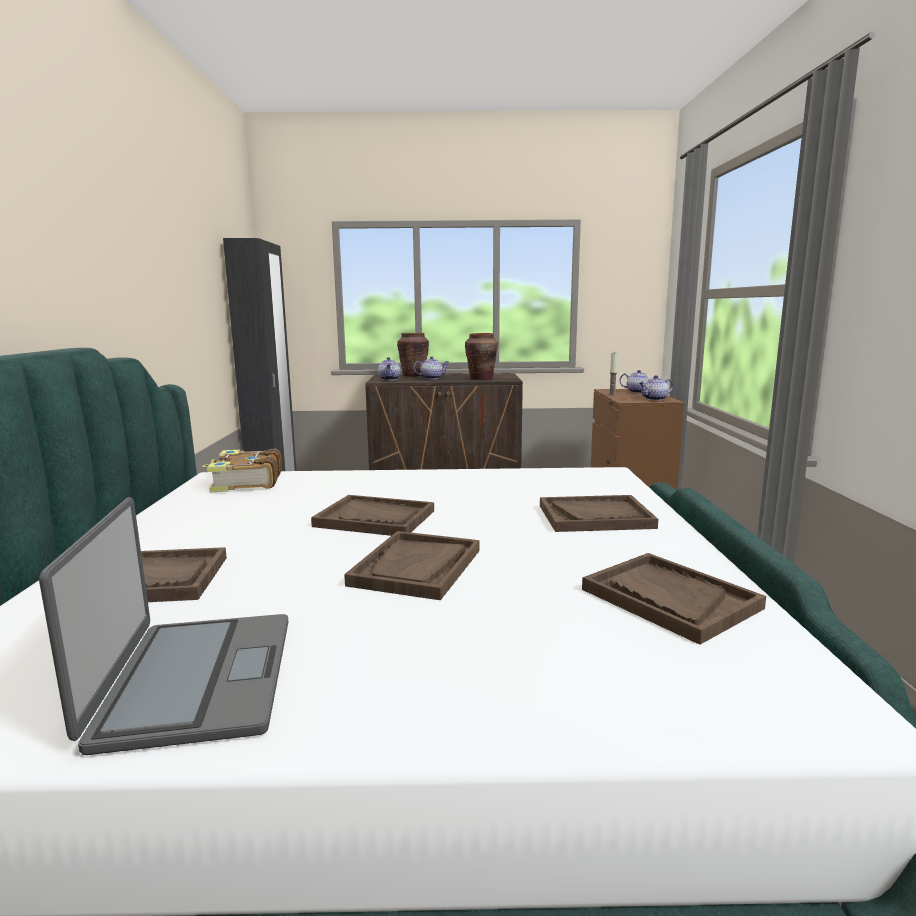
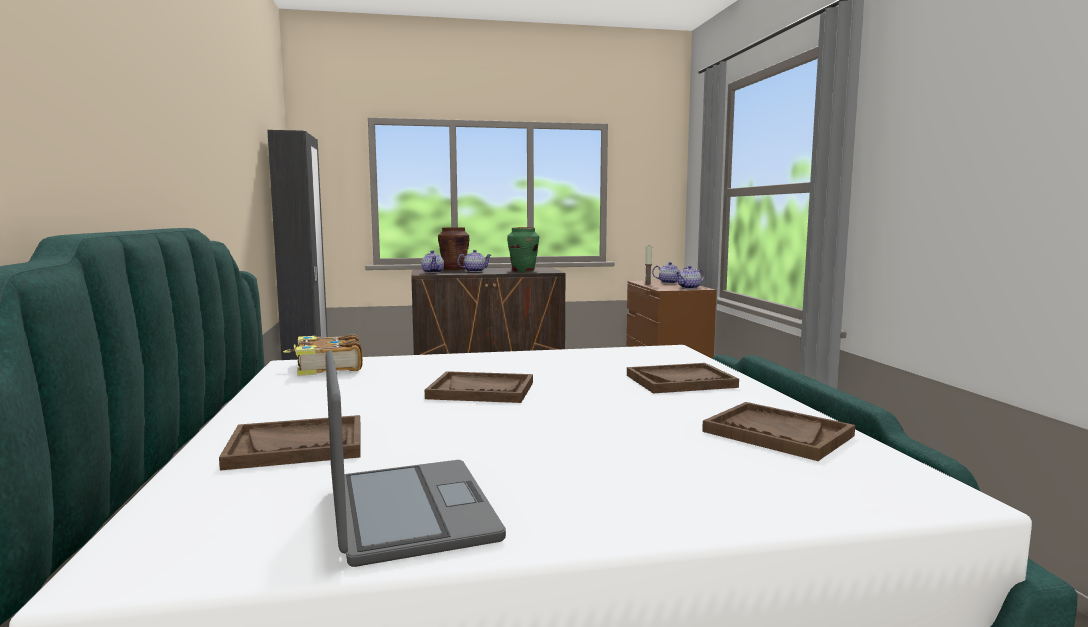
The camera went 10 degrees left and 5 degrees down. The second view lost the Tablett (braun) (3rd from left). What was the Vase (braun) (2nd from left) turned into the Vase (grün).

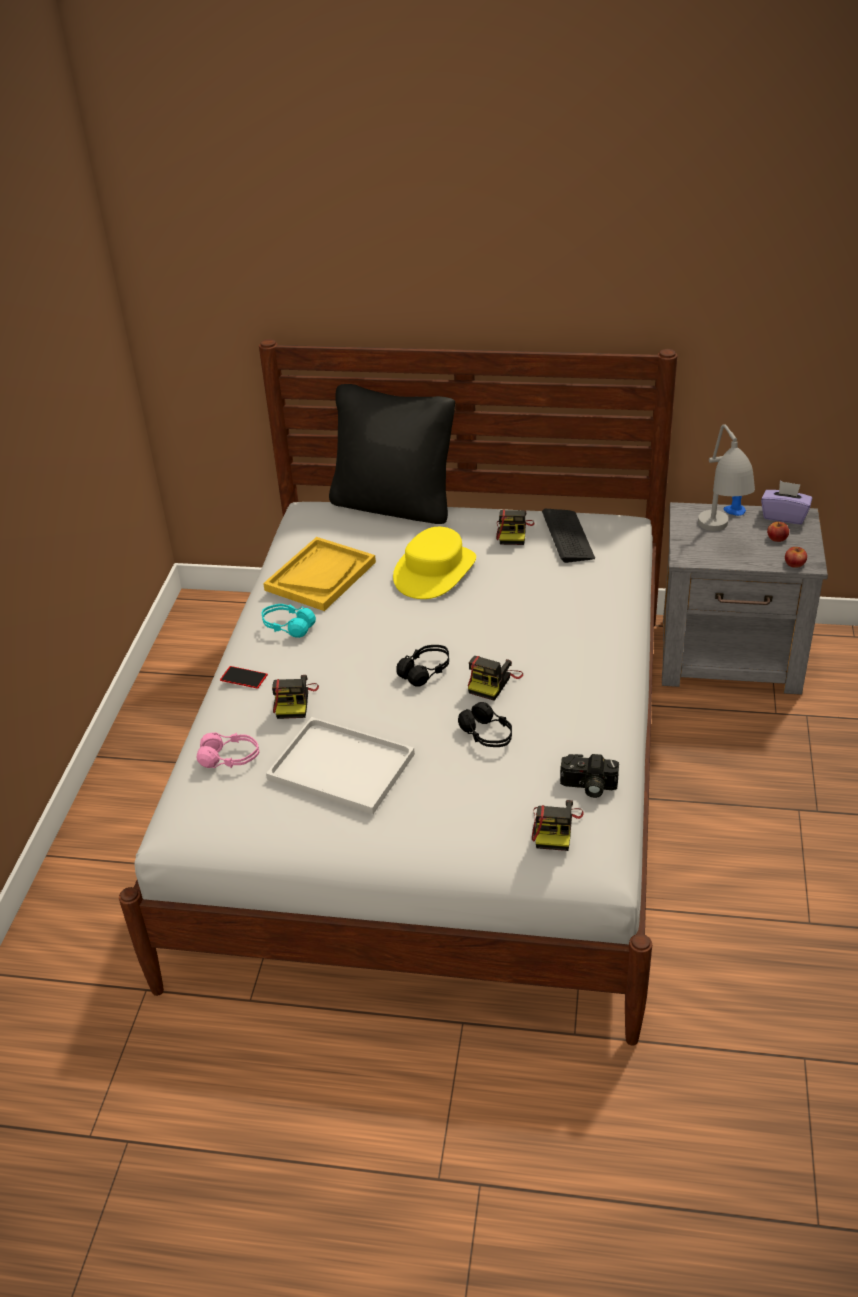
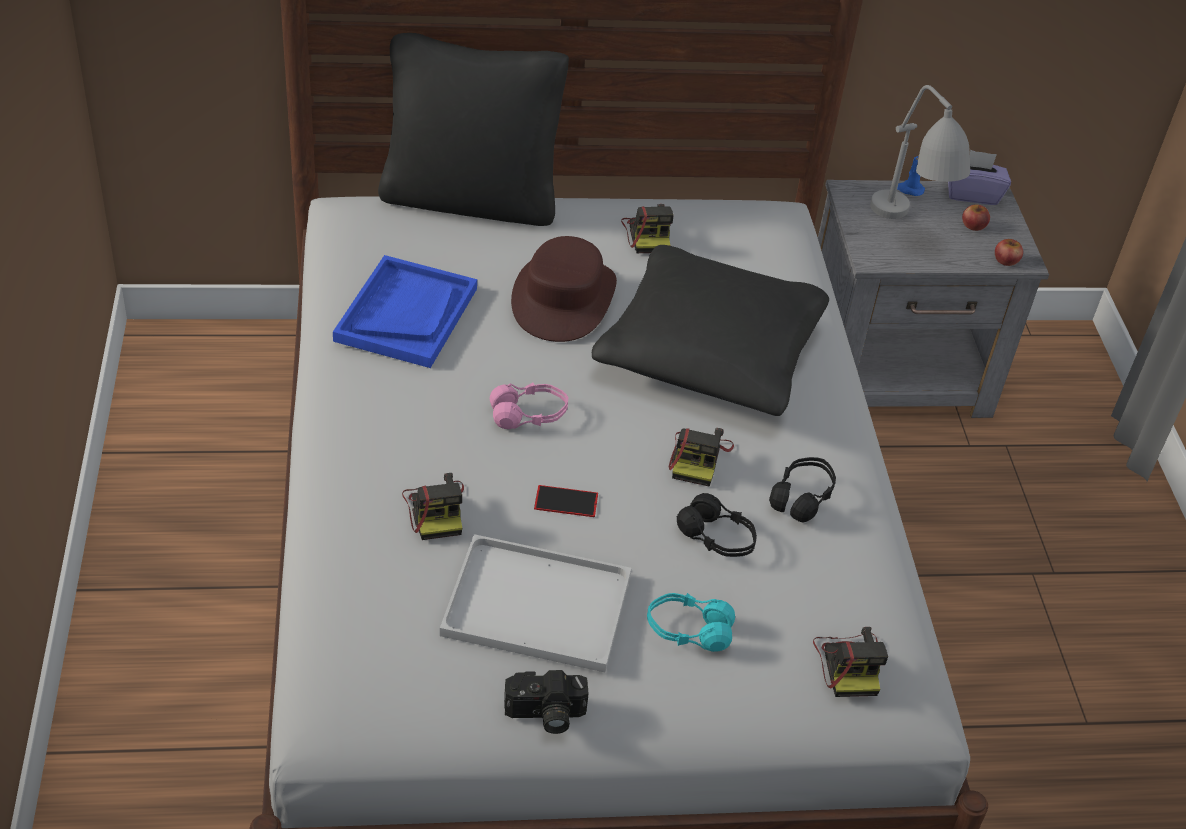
The camera went 20 degrees left and 5 degrees up. The Kopfhörer (rosa) ended up elsewhere. The Handy ended up elsewhere. The Kopfhörer (türkis) ended up elsewhere. What was the Tablett (gelb) turned into the Tablett (blau). What was the Hut (gelb) turned into the Hut (braun). The Kopfhörer (schwarz) (1st from left in the first image) ended up elsewhere. The second view lost the Tastatur. The Kamera (5th from left in the first image) ended up elsewhere. The second view gained the Kissen (schwarz) (2nd from left).

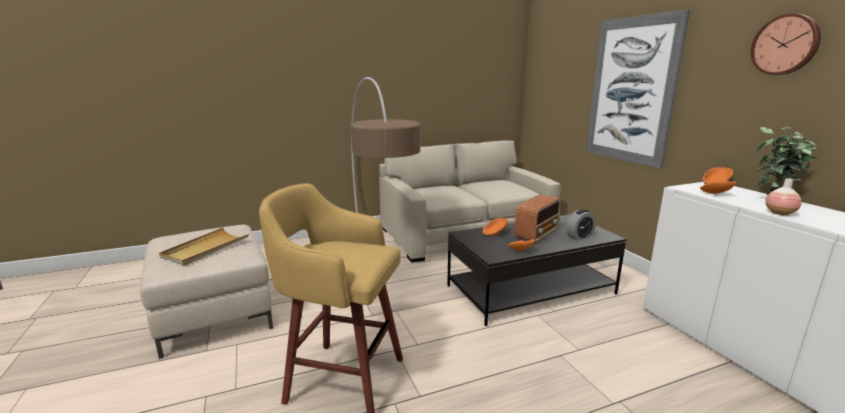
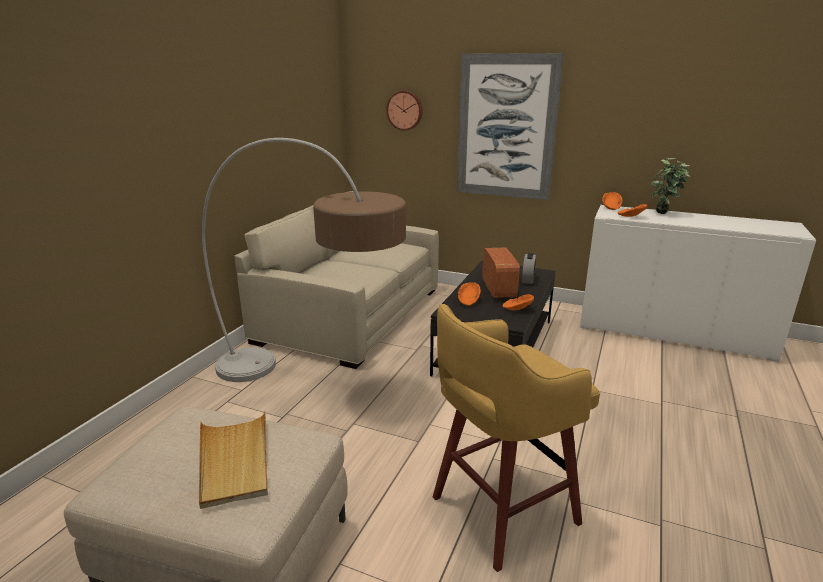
The camera went 45 degrees left and 5 degrees up. The Wanduhr ended up elsewhere. The second view lost the Vase.

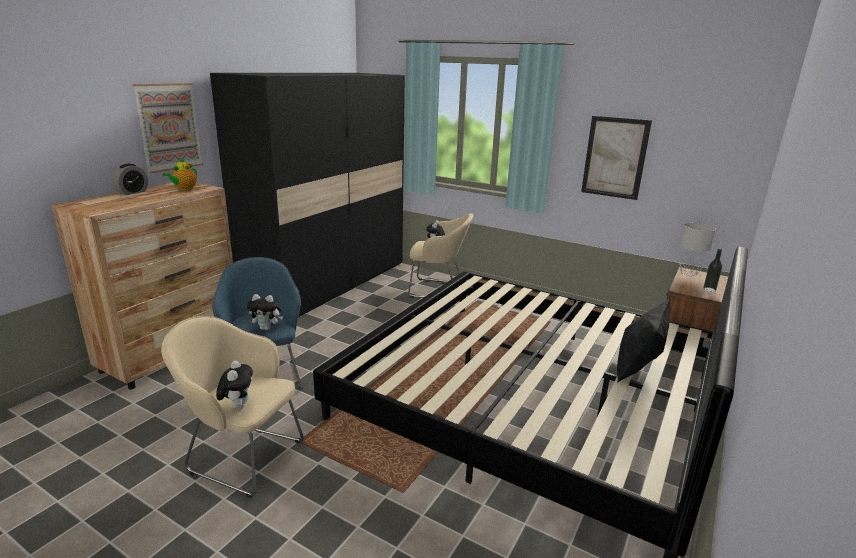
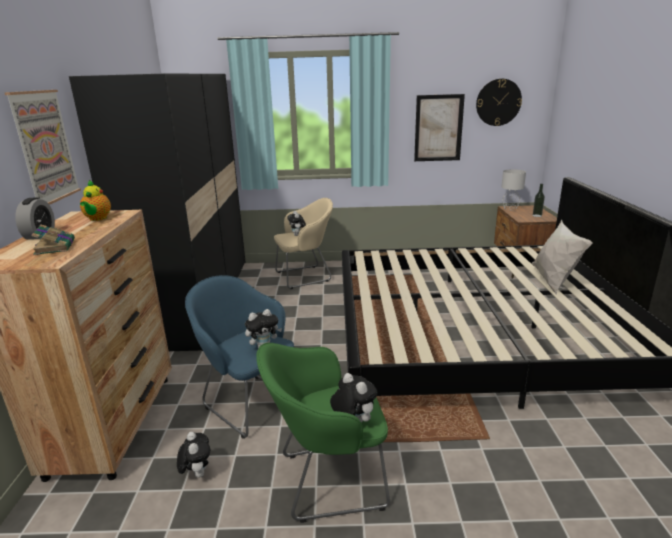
The camera went 30 degrees left and 0 degrees up. What was the Sessel (beige) (1st from left) turned into the Sessel (grün). What was the Kissen (schwarz) turned into the Kissen (weiß). The second view gained the Buch. The second view gained the Plüschtier (1st from left). The second view gained the Wanduhr.

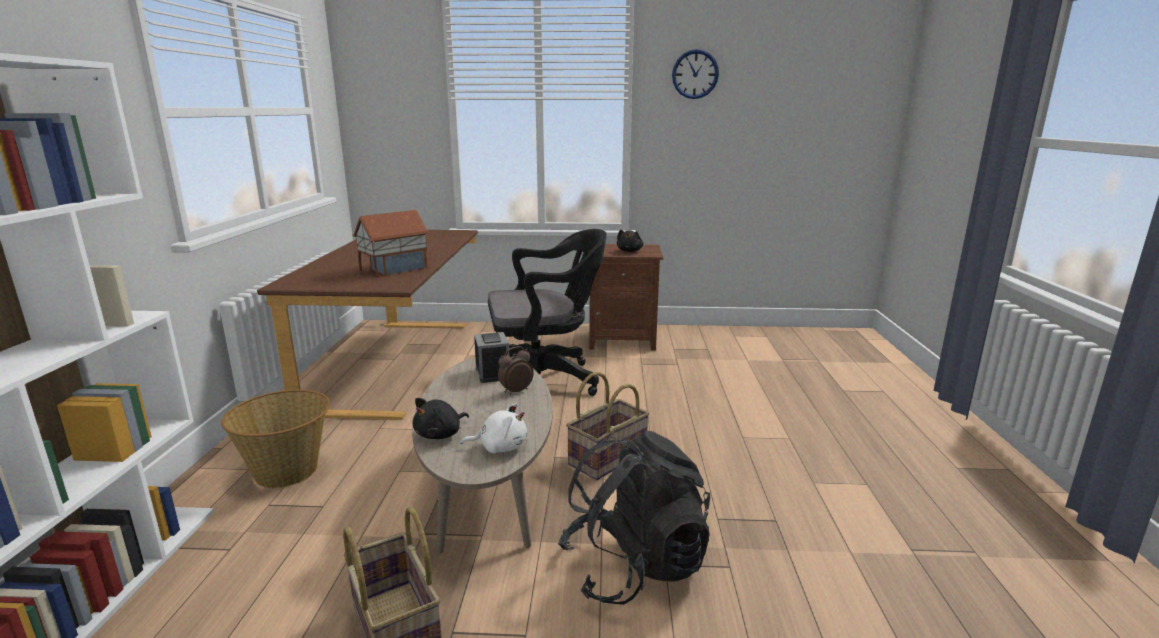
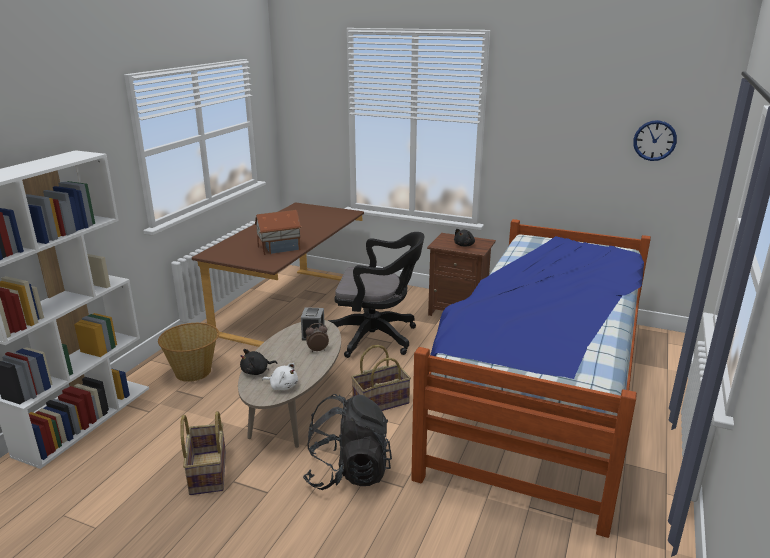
The camera went 20 degrees right and 5 degrees up. The Wanduhr ended up elsewhere. The second view gained the Bett.

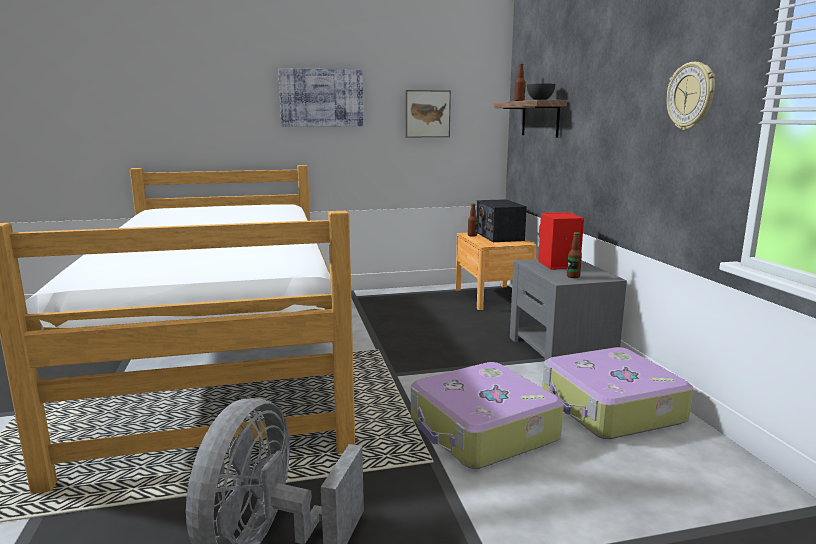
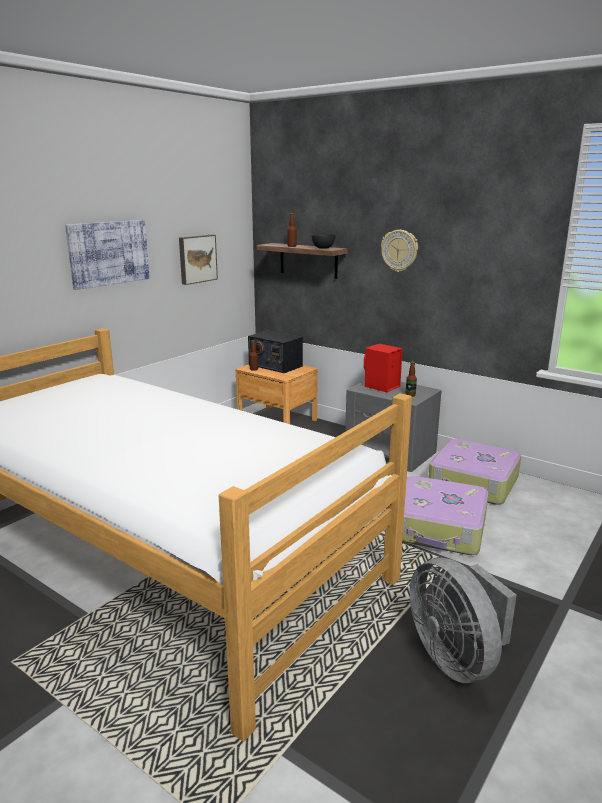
The camera went 40 degrees left and 5 degrees up. The Wanduhr ended up elsewhere.

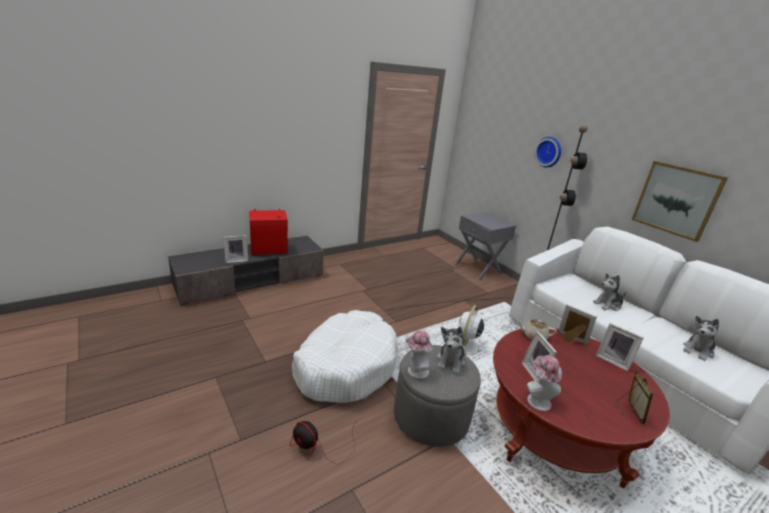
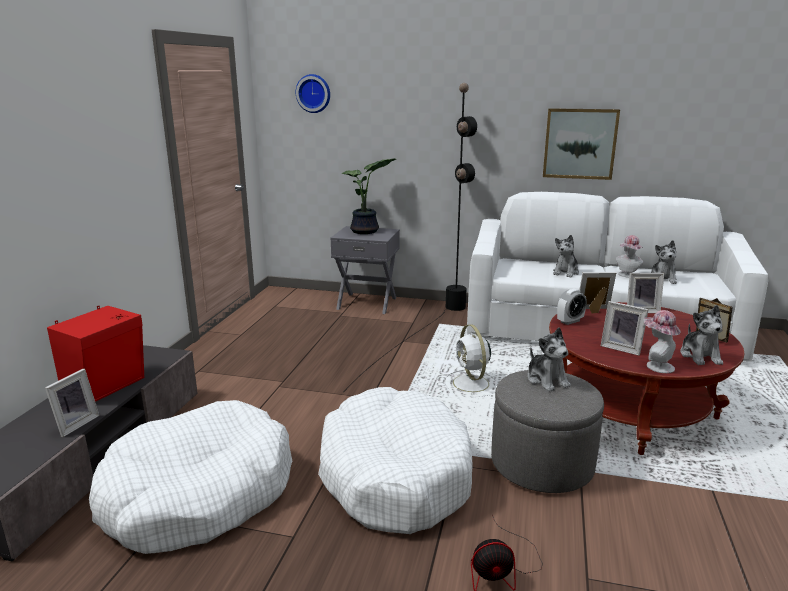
The camera went 40 degrees left and 5 degrees down. The Hut (1st from left) ended up elsewhere. Where the Teekanne (beige) stood, the Wecker came to stand. The Wanduhr ended up elsewhere. The second view gained the Hundebett (weiß) (1st from left). The second view gained the Topfpflanze. The second view gained the Plüschtier (4th from left).

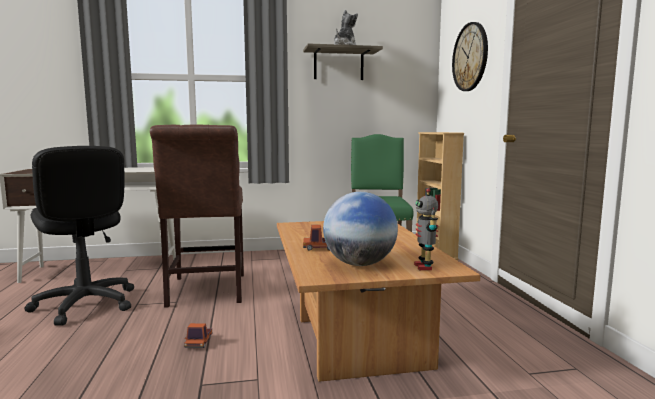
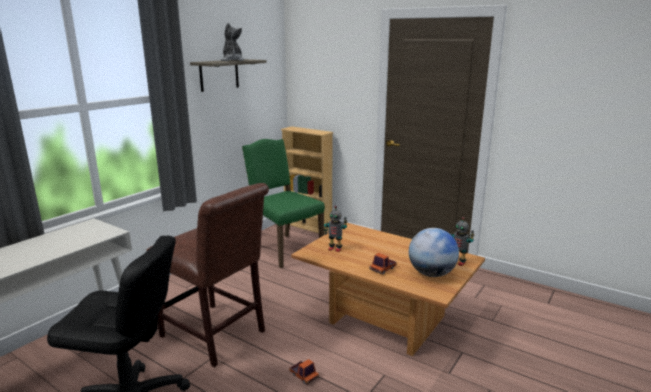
The camera went 45 degrees left and 10 degrees up. The second view lost the Wanduhr. The second view gained the Spielzeugroboter (1st from left).

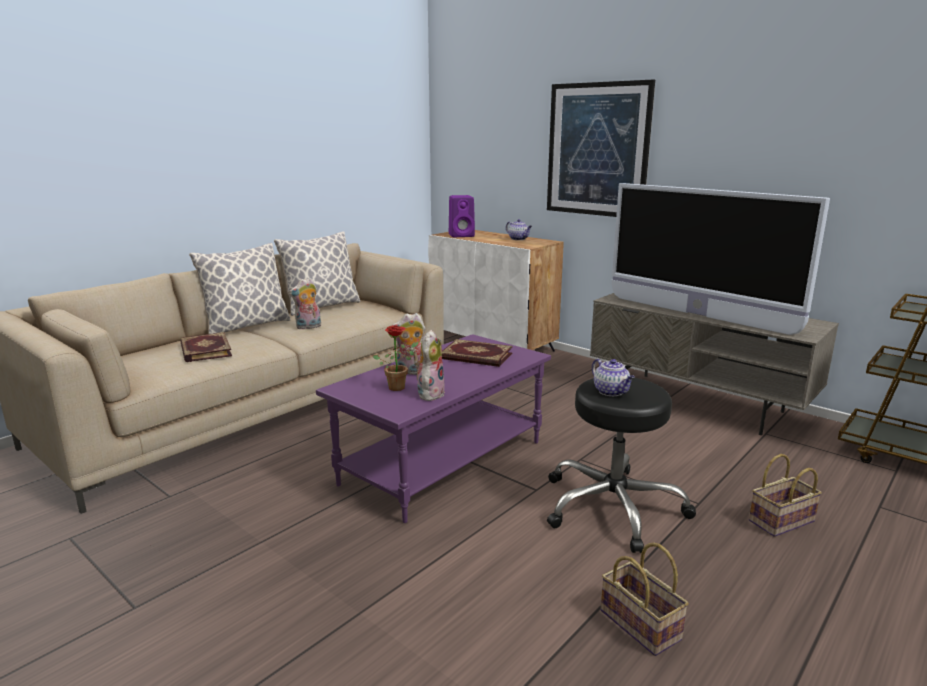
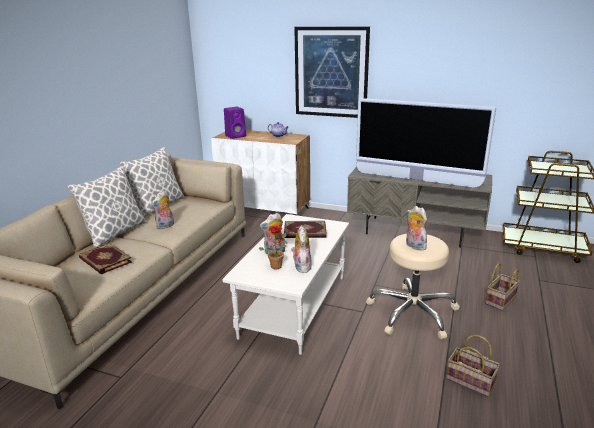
The camera went 20 degrees left and 5 degrees up. What was the Couchtisch (lila) turned into the Couchtisch (weiß). What was the Hocker (schwarz) turned into the Hocker (beige). Where the Teekanne (2nd from left) stood, the Plüschtier (4th from left) came to stand.

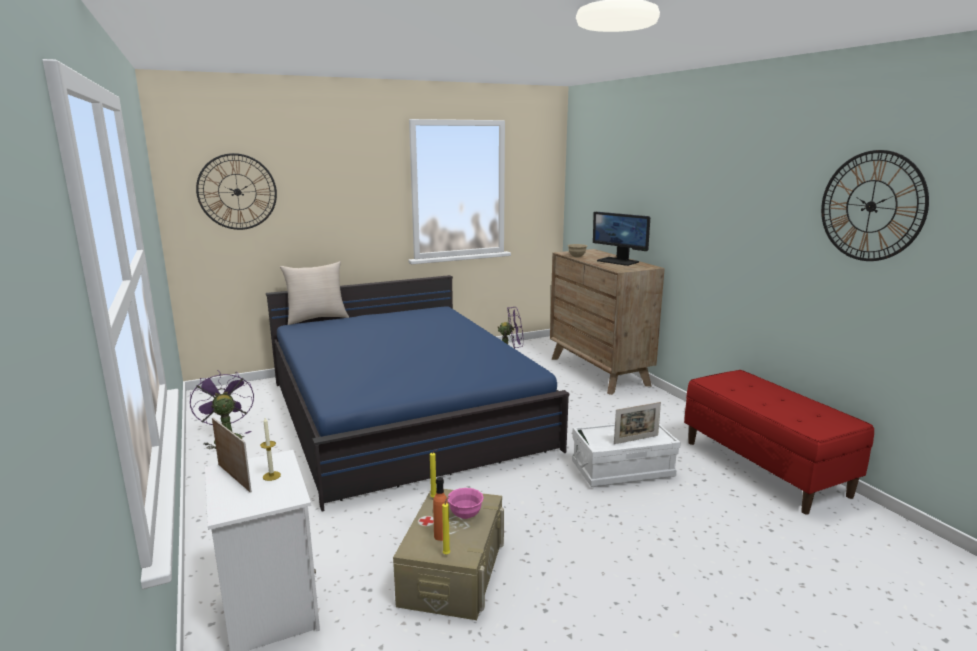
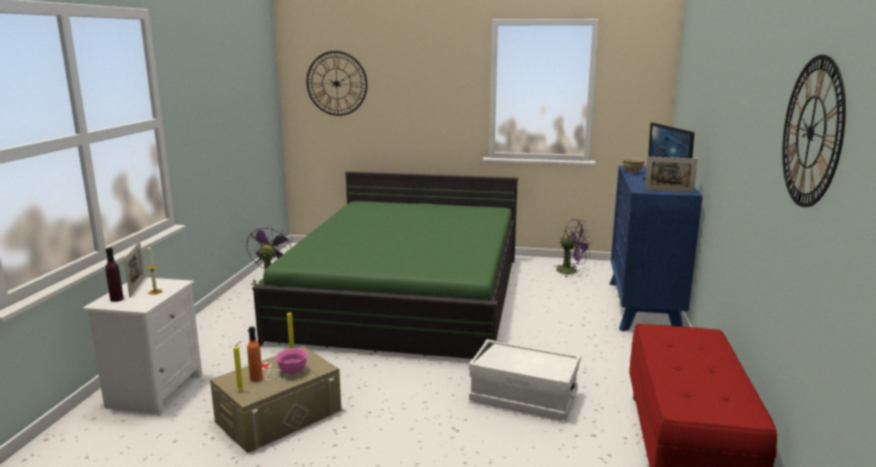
The camera went 35 degrees right and 0 degrees up. What was the Bett (blau) turned into the Bett (grün). The second view lost the Kissen (beige). What was the Kommode (braun) turned into the Kommode (blau). The Bilderrahmen (2nd from left) ended up elsewhere. The second view gained the Flasche (lila).

